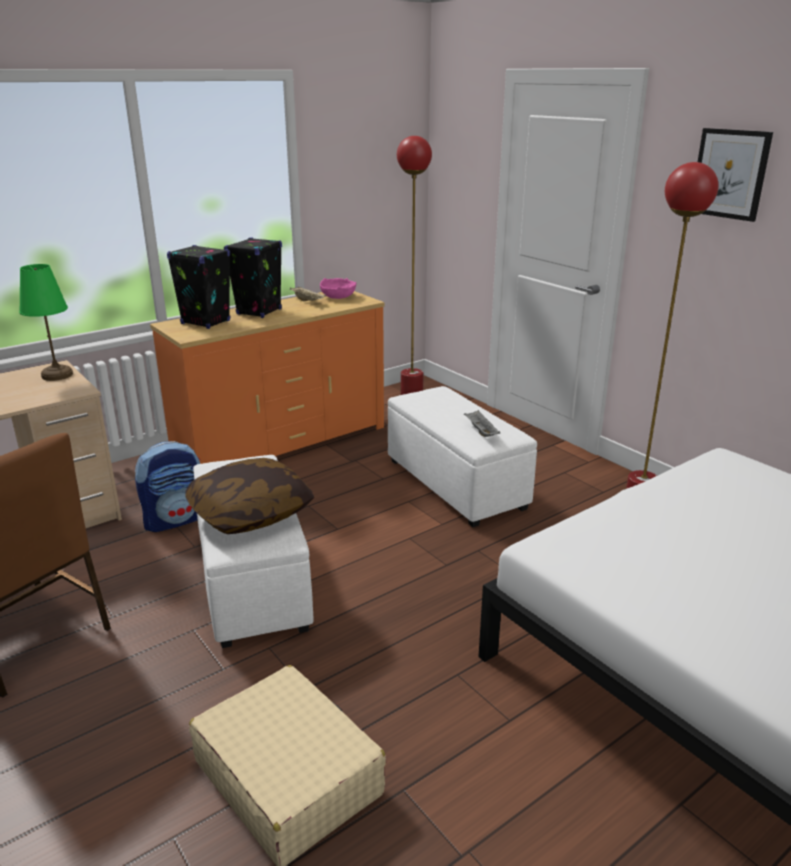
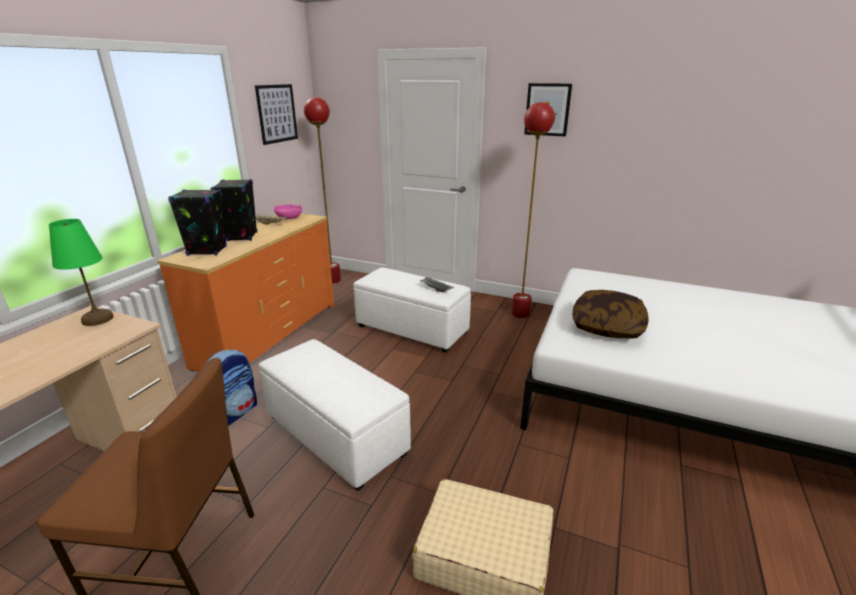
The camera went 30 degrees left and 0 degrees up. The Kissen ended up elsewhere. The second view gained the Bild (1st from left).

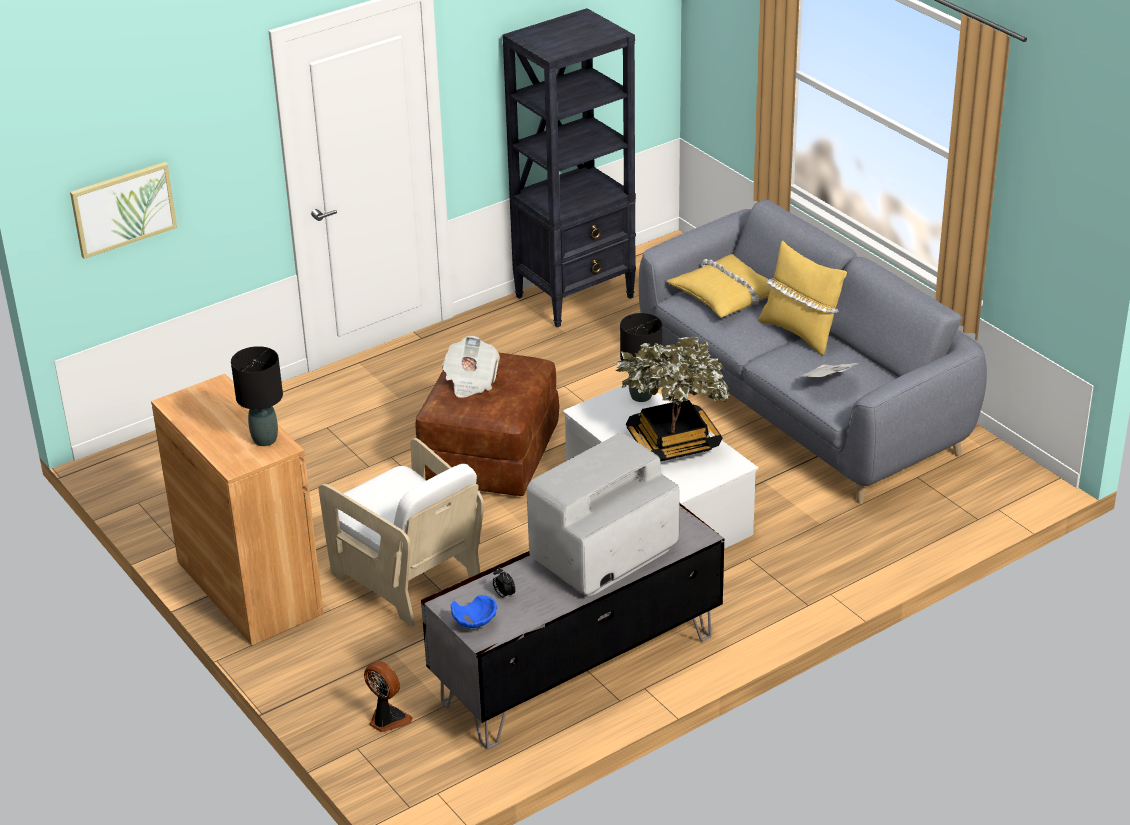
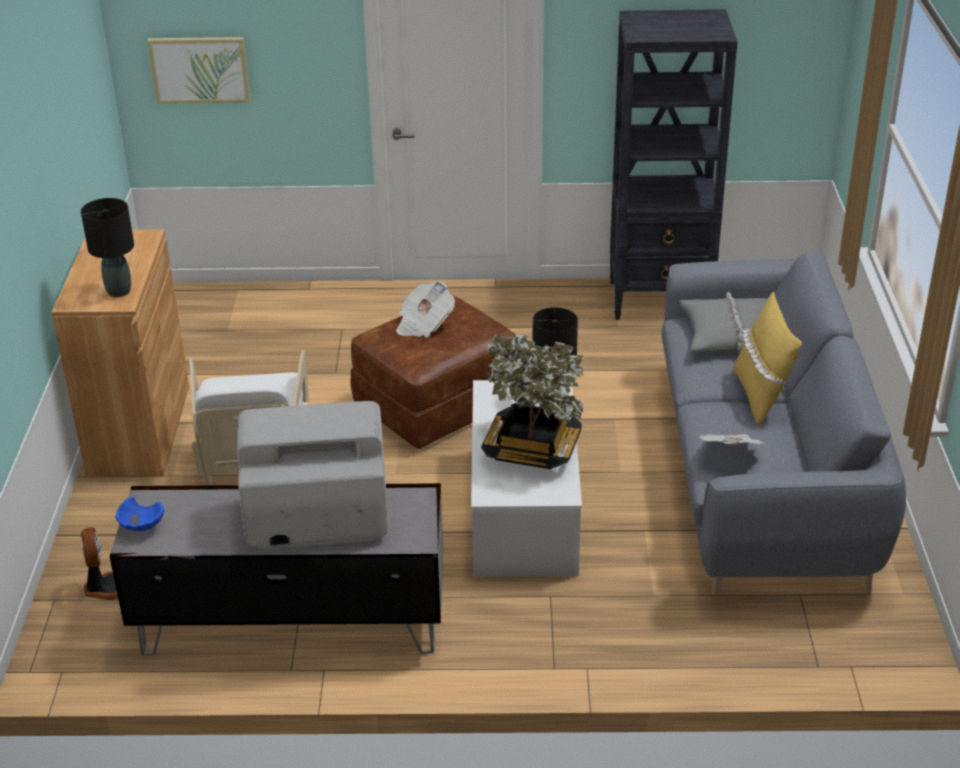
The camera went 35 degrees right and 0 degrees up. The second view lost the Wecker. What was the Kissen (gelb) (1st from left) turned into the Kissen (grau).

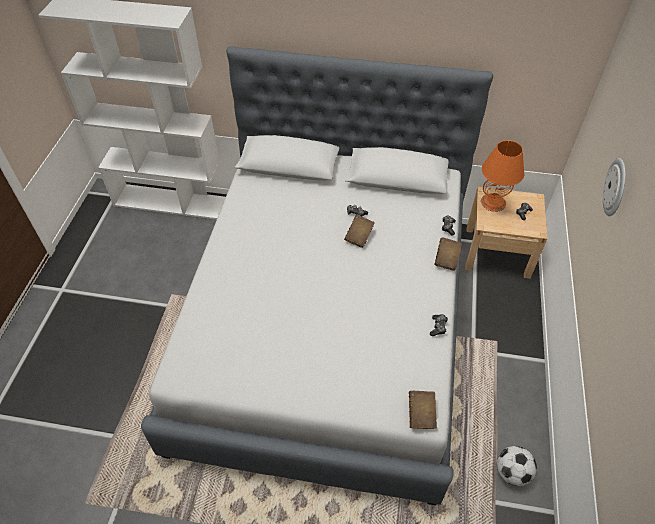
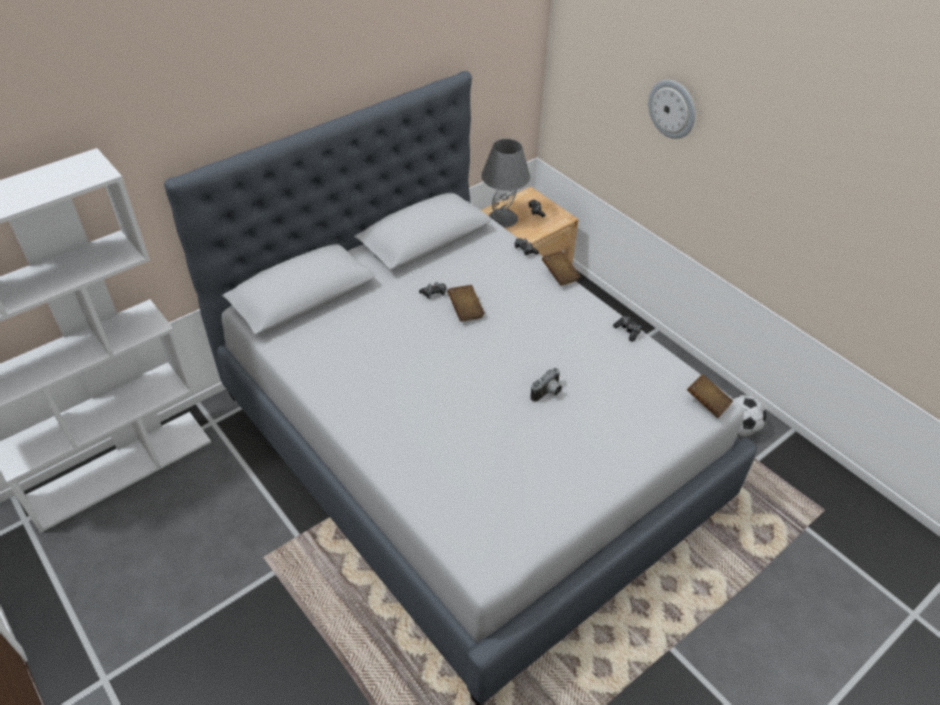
The camera went 50 degrees left and 5 degrees down. What was the Tischlampe (orange) turned into the Tischlampe (grau). The second view gained the Kamera.

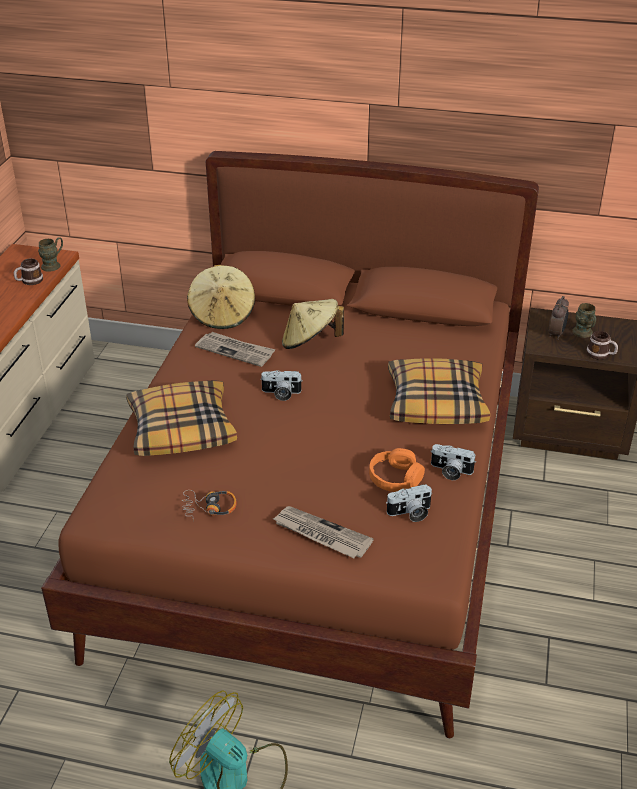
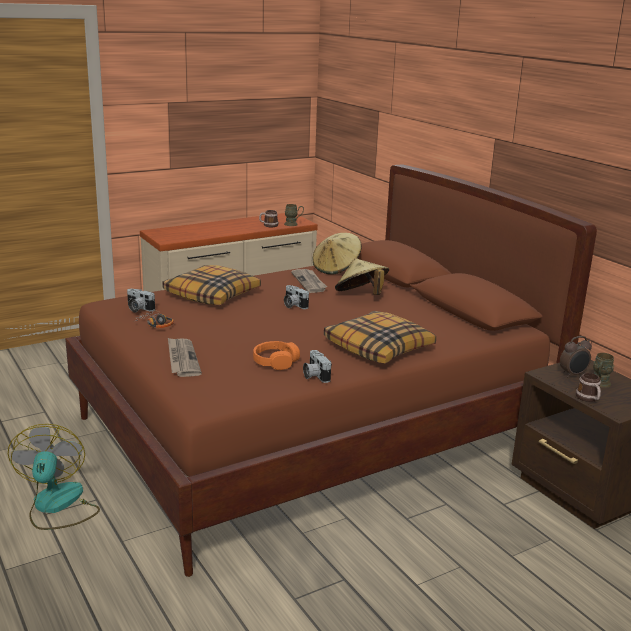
The camera went 45 degrees right and 15 degrees down. The Kamera (2nd from left in the first image) ended up elsewhere.

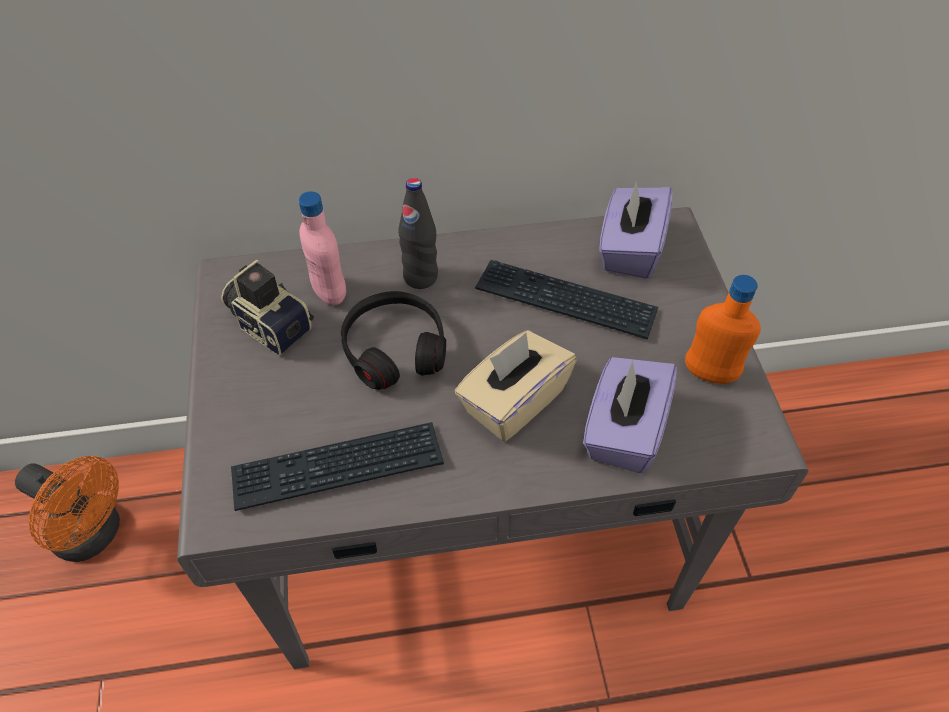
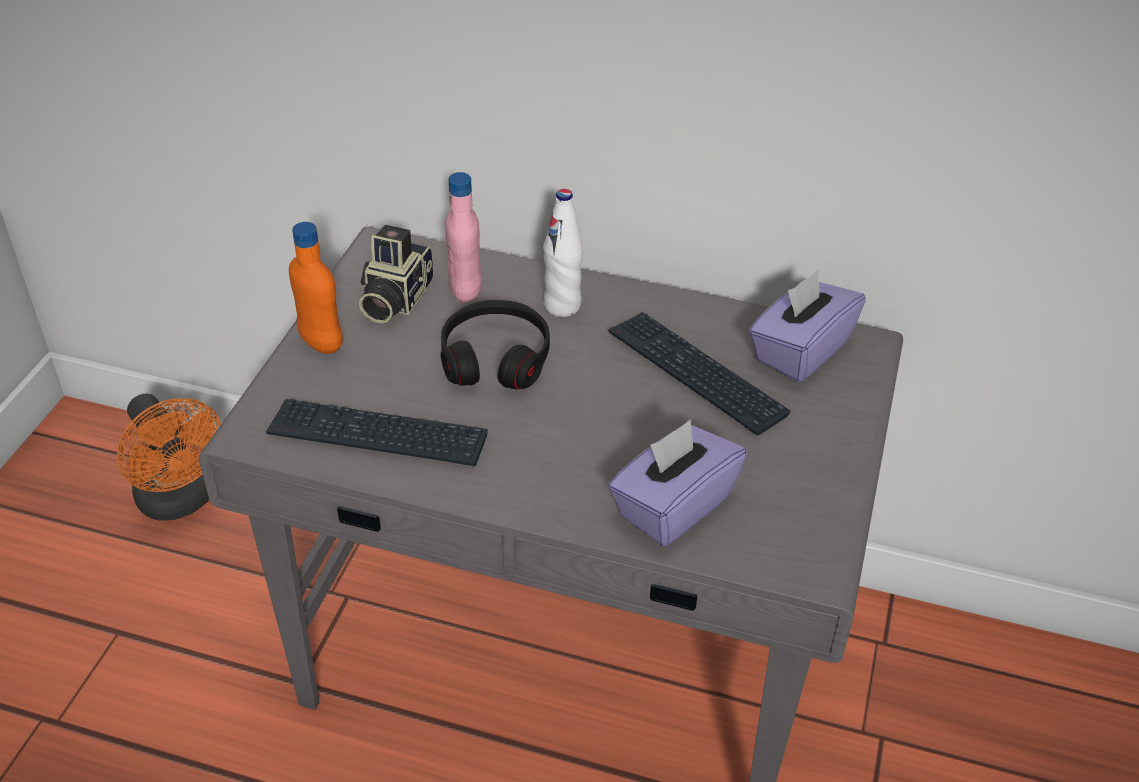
The camera went 25 degrees right and 10 degrees down. The Kamera ended up facing another way, 135 degrees counterclockwise from before. What was the Flasche (schwarz) turned into the Flasche (weiß). The second view lost the Taschentuchbox (beige). The Flasche (orange) ended up elsewhere.

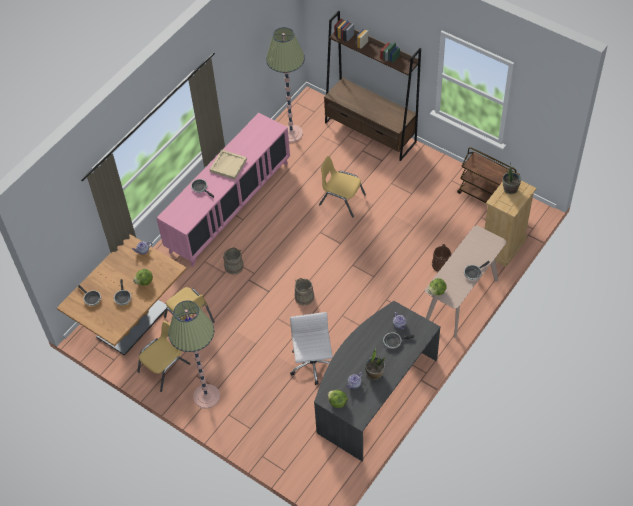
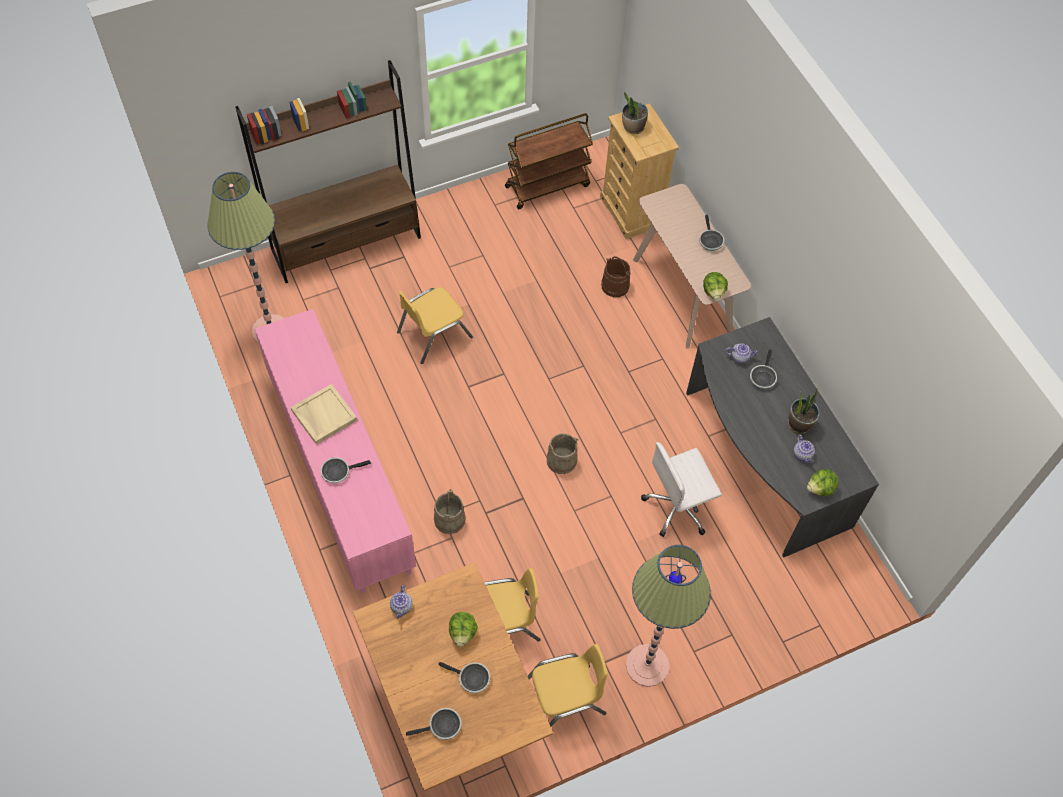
The camera went 65 degrees left and 5 degrees up. The Stuhl (gelb) (1st from left in the first image) ended up facing another way, 90 degrees clockwise from before. The Bürostuhl (weiß) ended up facing another way, 45 degrees counterclockwise from before.

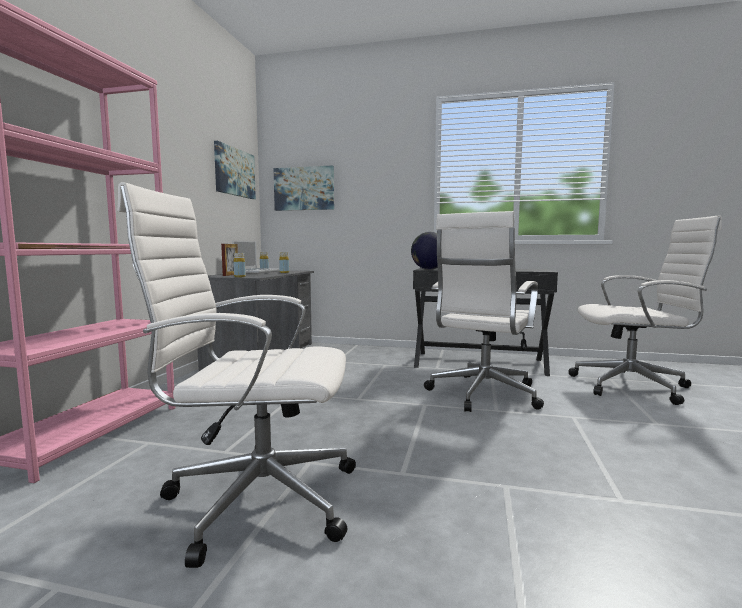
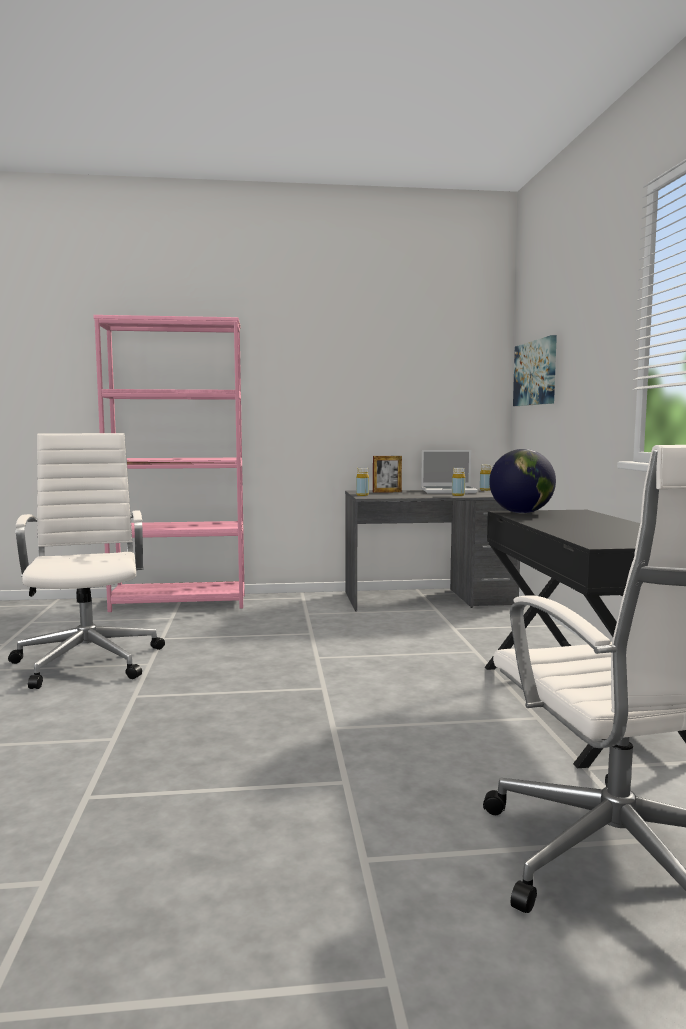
The camera went 70 degrees right and 0 degrees up. The second view lost the Bild (1st from left). The second view lost the Bürostuhl (weiß) (2nd from left).

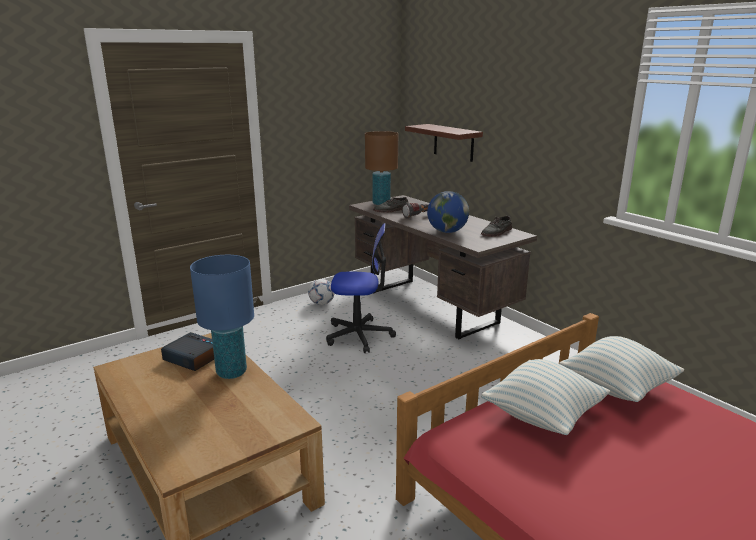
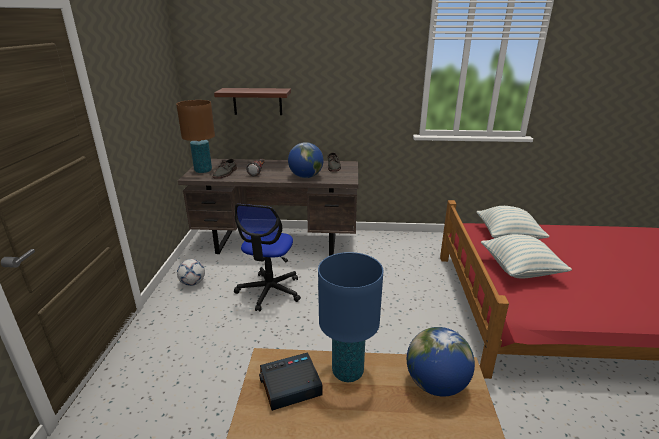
The camera went 50 degrees left and 5 degrees up. The Bürostuhl ended up facing another way, 150 degrees clockwise from before. The second view gained the Globus (2nd from left).

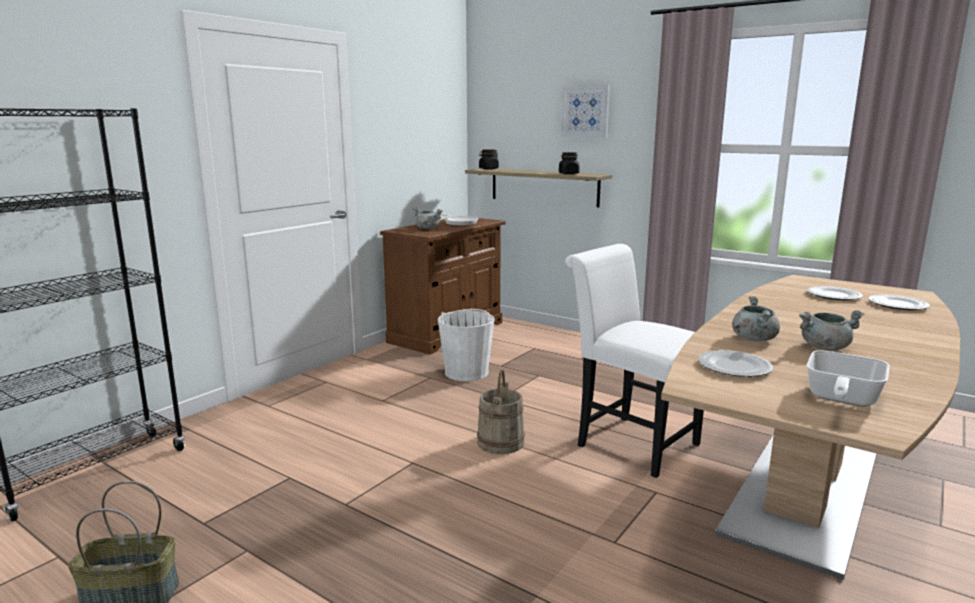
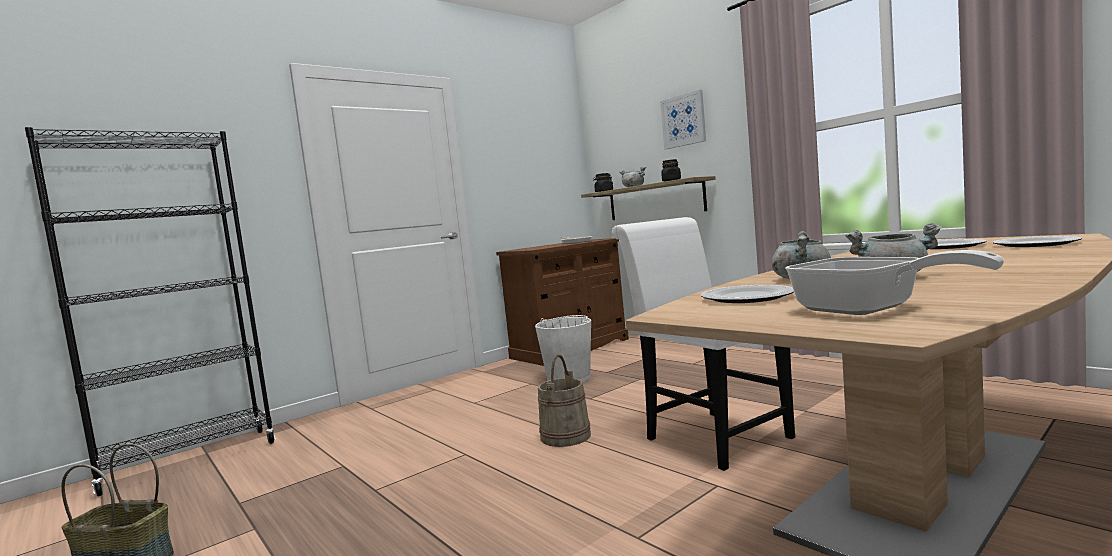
The camera went 15 degrees right and 10 degrees down. The Kochtopf (grau) (1st from left) ended up elsewhere. The Pfanne (2nd from left) ended up facing another way, 75 degrees counterclockwise from before.

